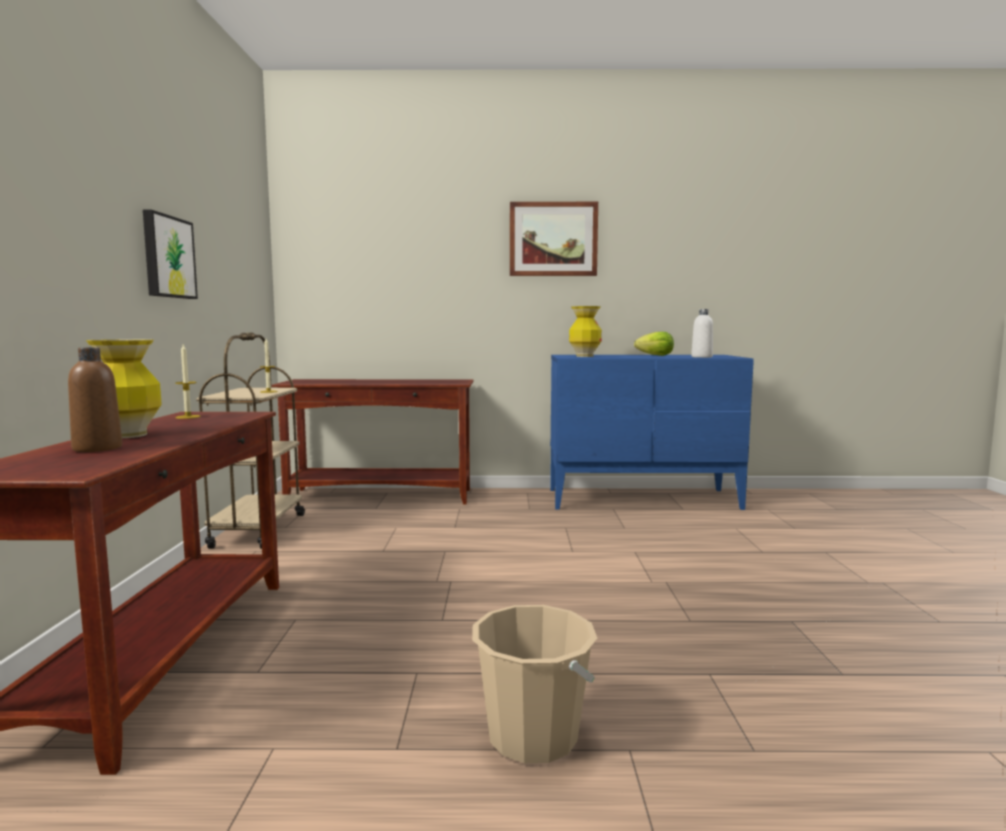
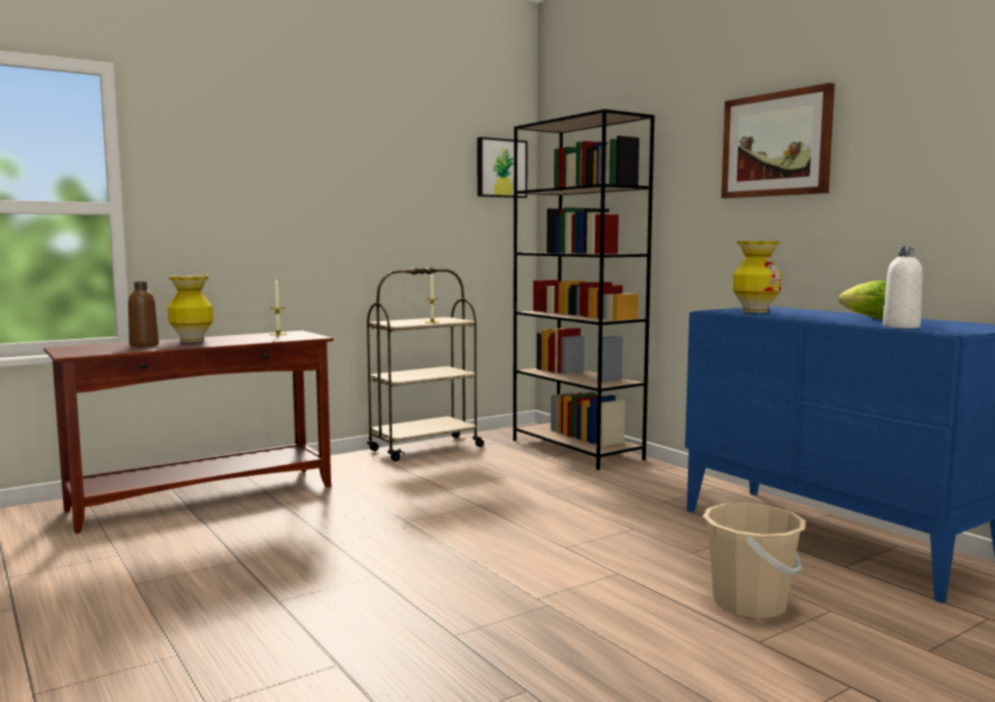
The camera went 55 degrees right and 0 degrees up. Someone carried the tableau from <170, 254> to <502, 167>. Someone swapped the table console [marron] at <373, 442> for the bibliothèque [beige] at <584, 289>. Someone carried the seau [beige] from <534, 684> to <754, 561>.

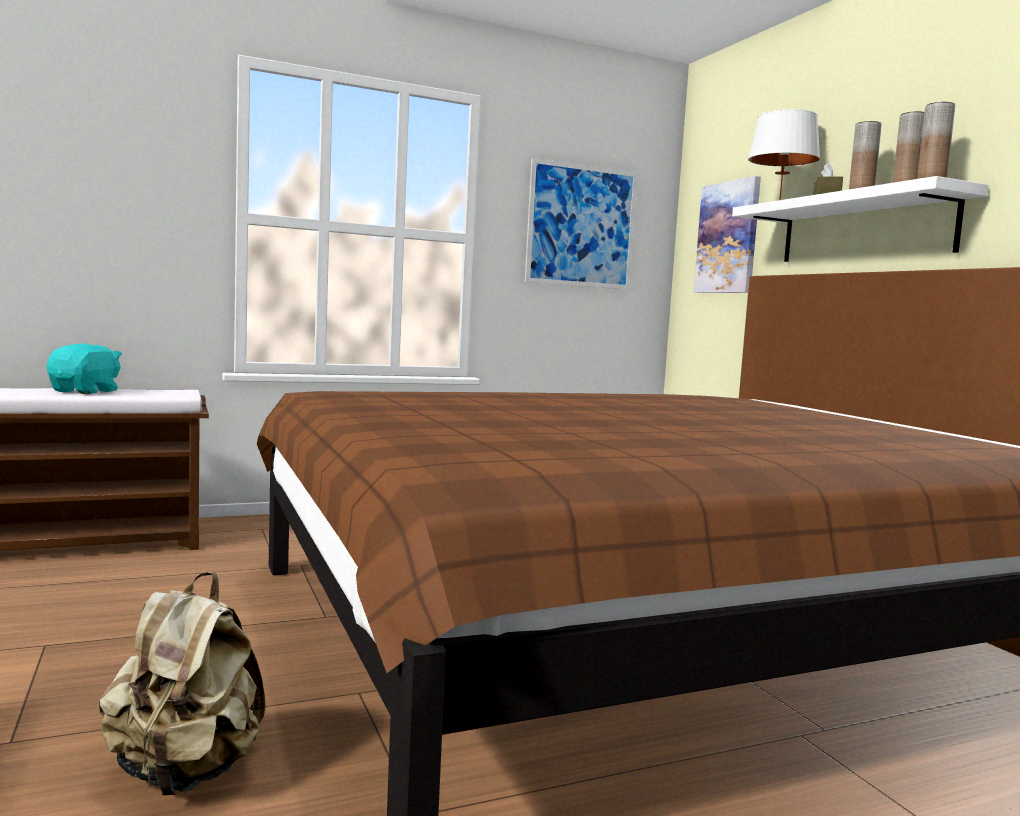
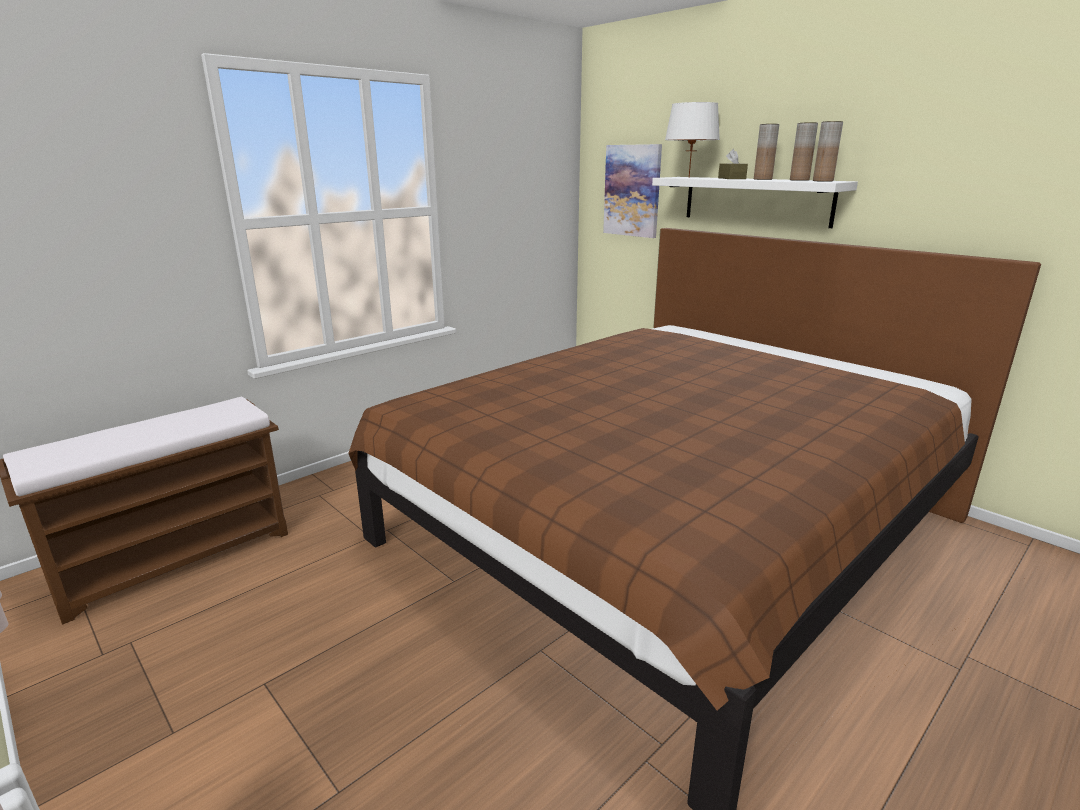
The camera went 20 degrees left and 15 degrees up. Someone took away the tableau at <581, 224>. Someone took away the peluche [turquoise] at <84, 368>. Someone took away the sac à dos [beige] at <182, 684>.

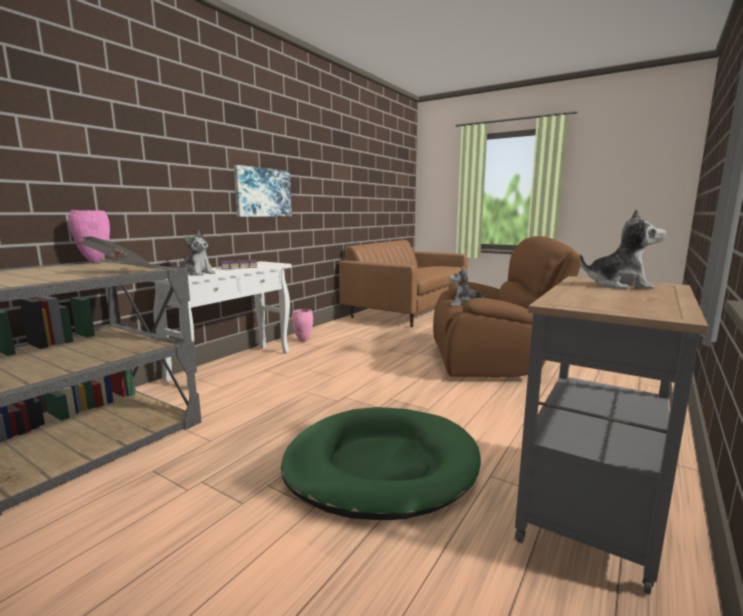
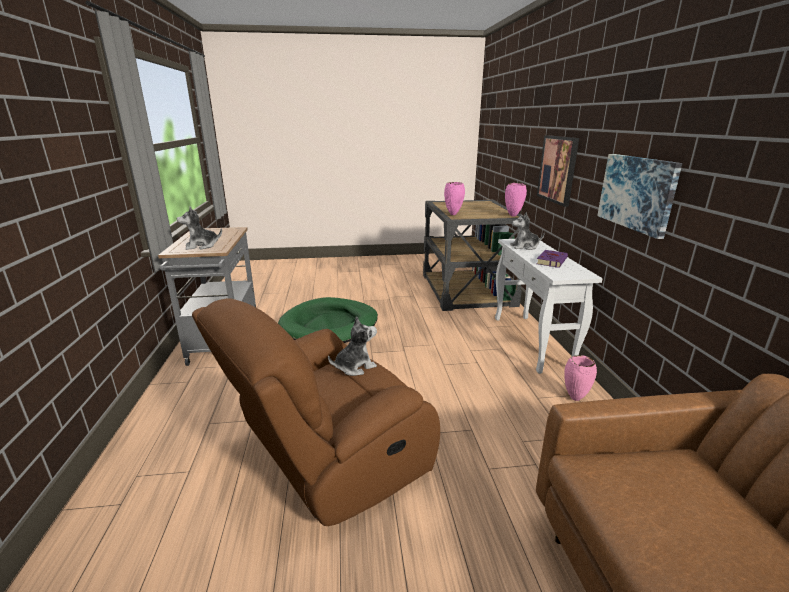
The camera went 140 degrees right and 10 degrees up. Someone swapped the journal at <119, 252> for the vase [rose] at <454, 198>. Someone put up the tableau at <558, 171>.

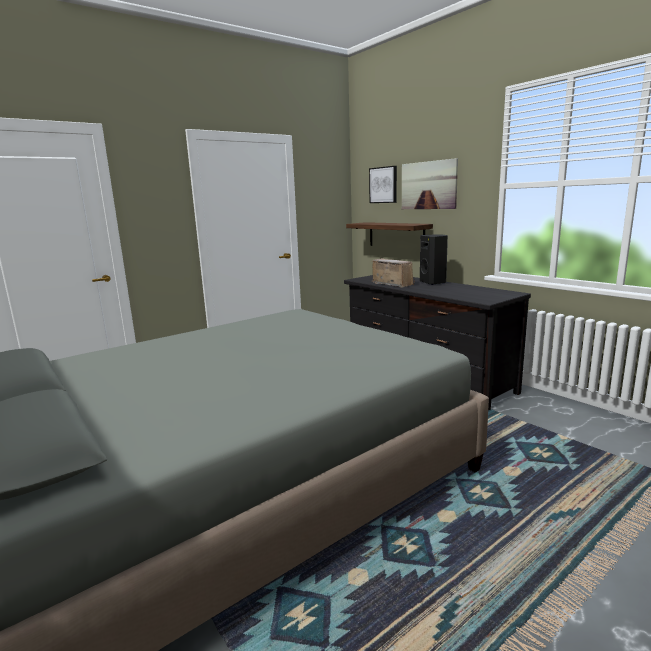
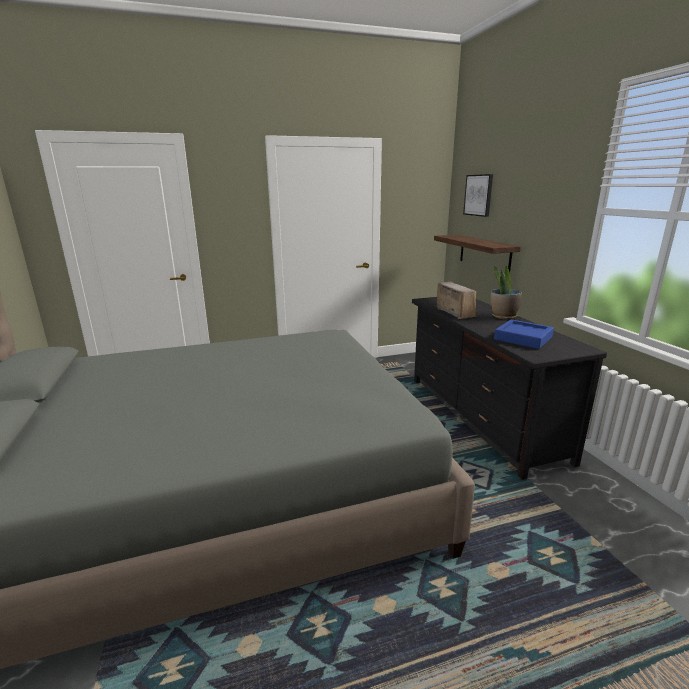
The camera went 20 degrees right and 5 degrees up. Someone took away the tableau at <430, 183>. Someone swapped the enceinte [noir] at <434, 259> for the plante en pot at <506, 292>. Someone put down the plateau [bleu] at <524, 334>.

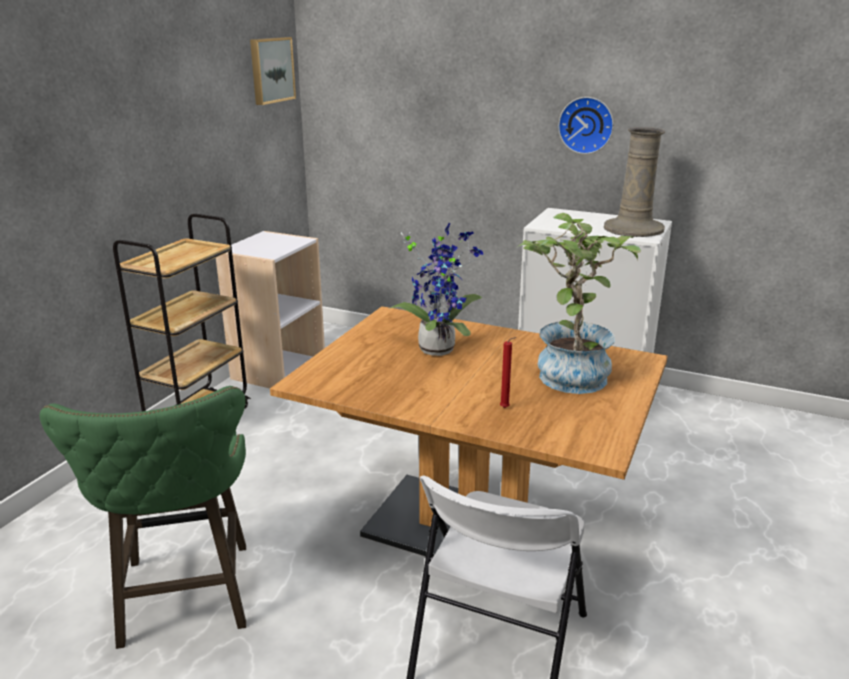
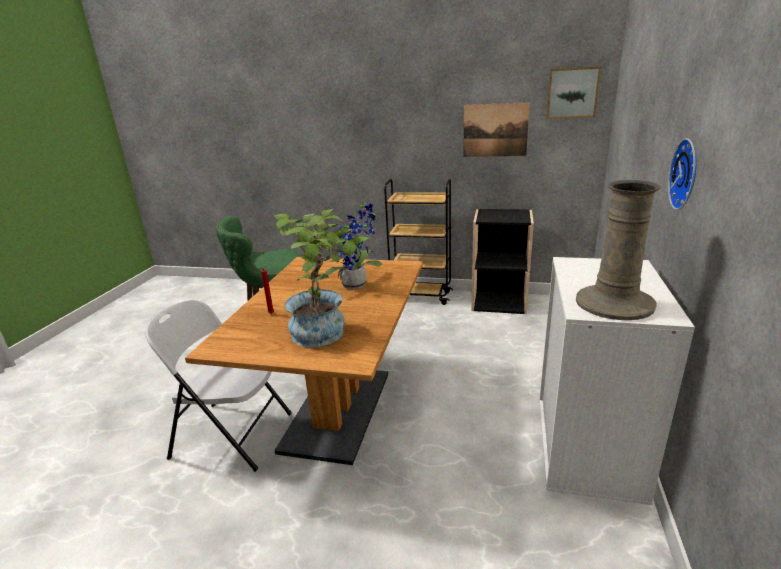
The camera went 80 degrees right and 0 degrees up. Someone repainted the bibliothèque [blanc] at <270, 309>, which became the bibliothèque [noir] at <502, 261>. Someone put up the tableau at <496, 129>.

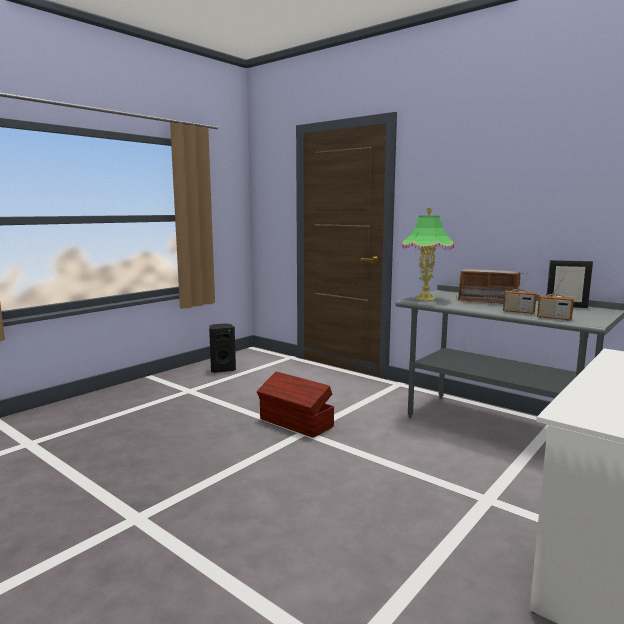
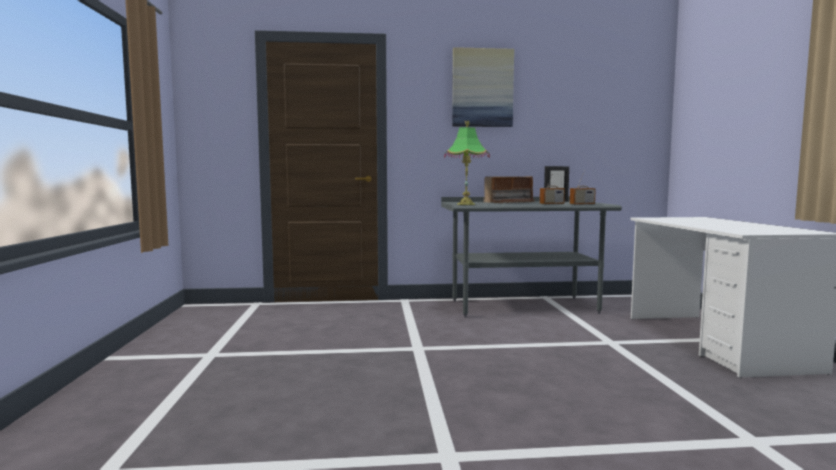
The camera went 45 degrees left and 5 degrees down. Someone took away the enceinte [noir] at <222, 348>. Someone took away the boîte de rangement [marron] at <295, 405>. Someone put up the tableau at <483, 87>.

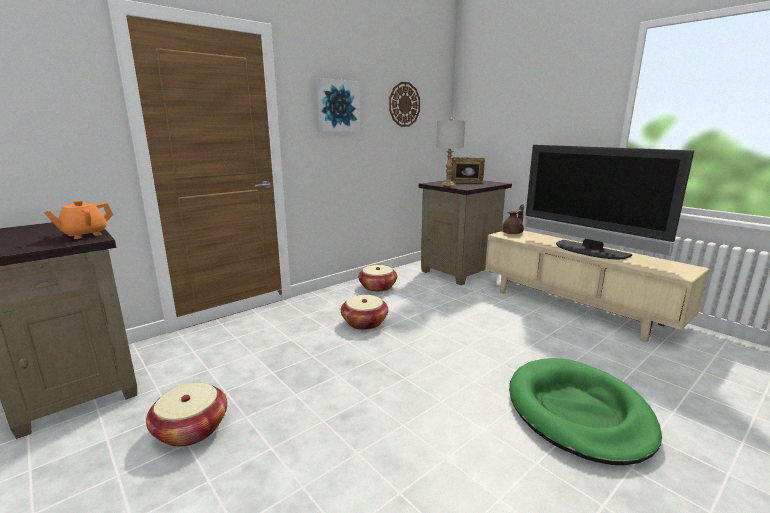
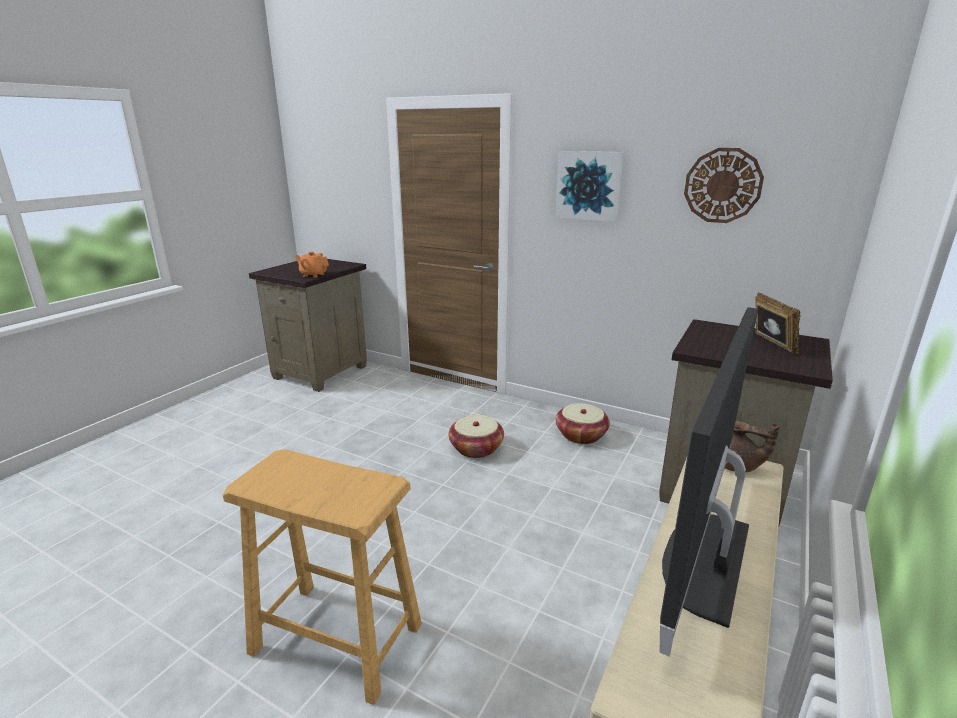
The camera went 70 degrees right and 5 degrees up. Someone took away the lampe de table [gris] at <450, 152>. Someone swapped the panier pour chien [vert] at <585, 411> for the tabouret [beige] at <322, 577>. Someone took away the panier at <186, 415>.

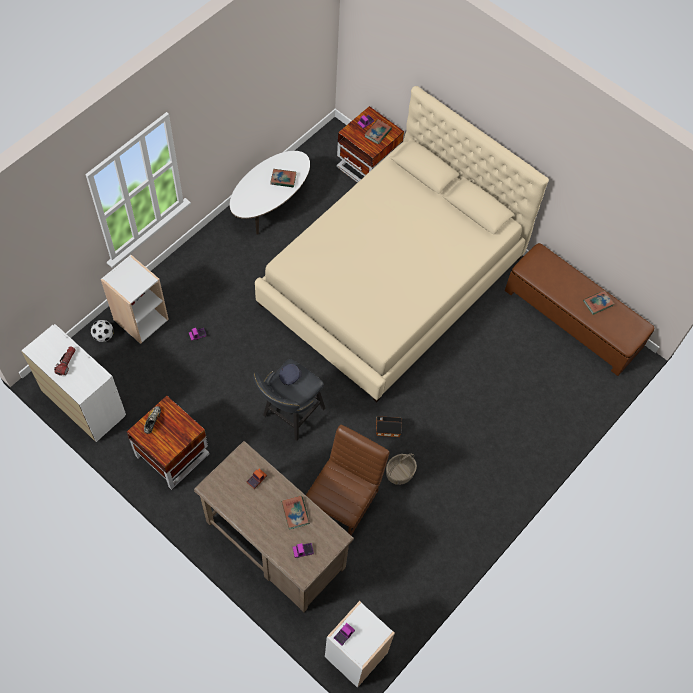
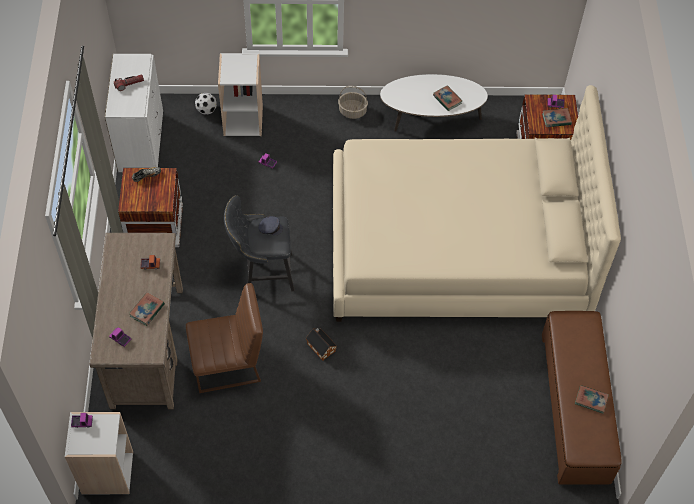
The camera went 50 degrees right and 5 degrees down. Someone carried the panier from <401, 469> to <353, 102>.

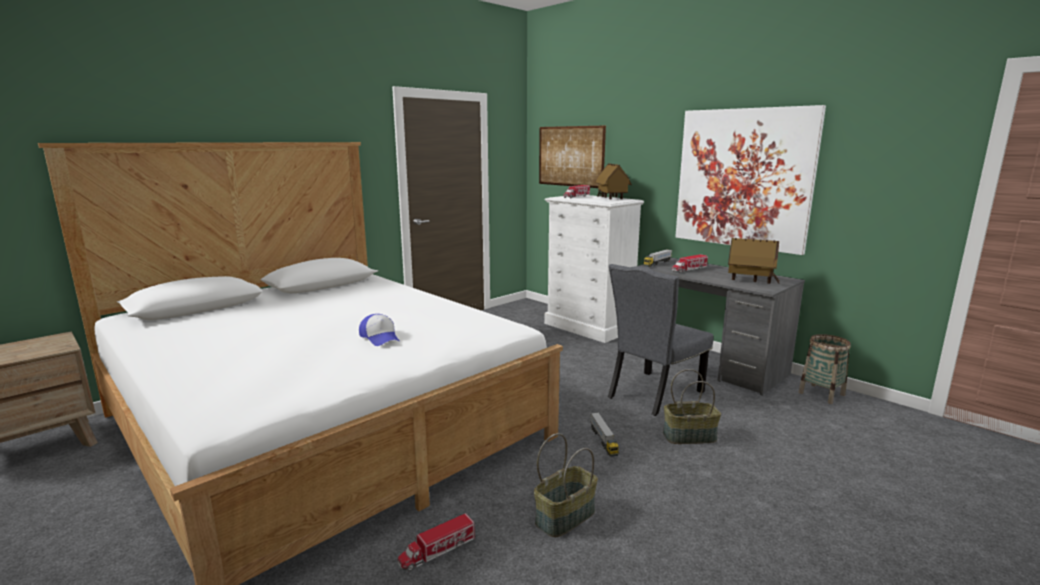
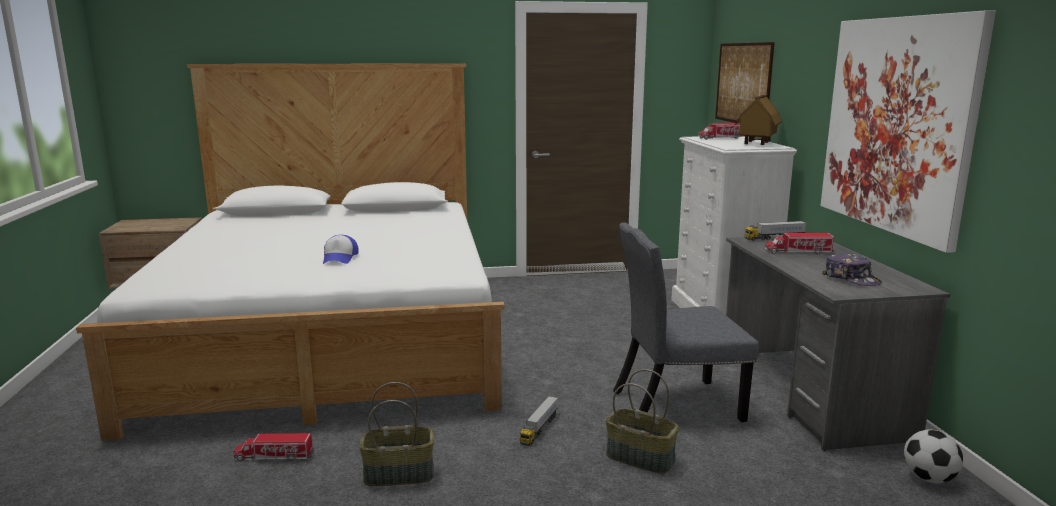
The camera went 35 degrees right and 0 degrees up. Someone swapped the maison miniature at <754, 261> for the casquette at <852, 269>. Someone swapped the panier at <824, 369> for the ballon de foot at <933, 456>.

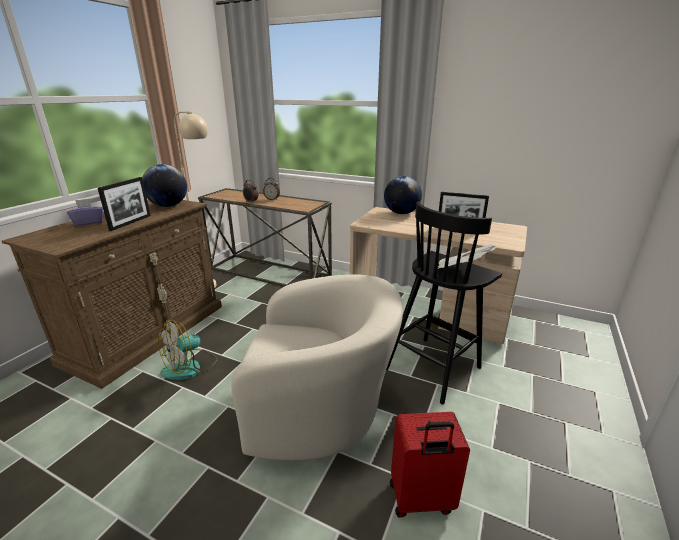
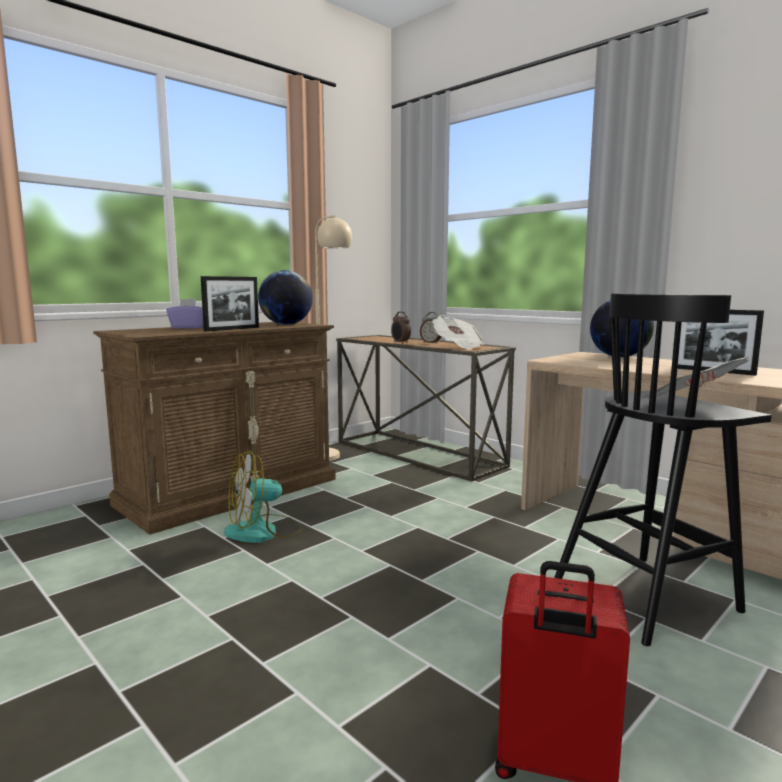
The camera went 20 degrees right and 15 degrees down. Someone took away the fauteuil [beige] at <317, 367>. Someone put down the journal at <458, 332>.

